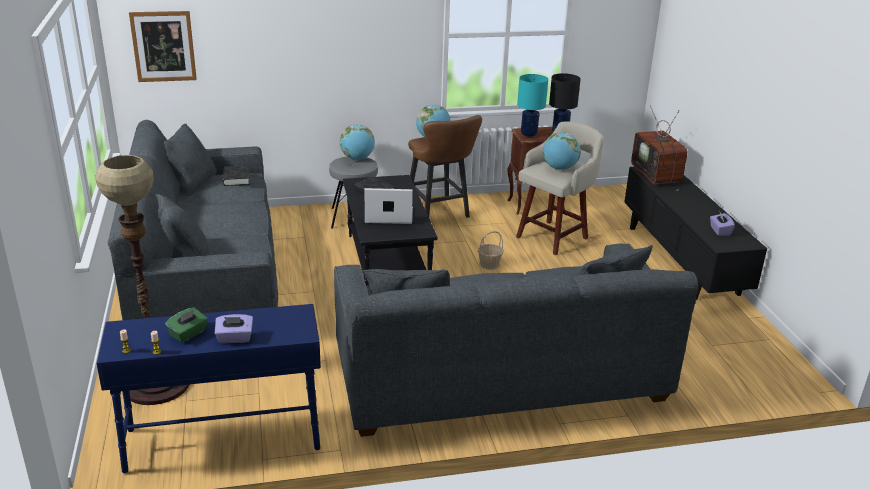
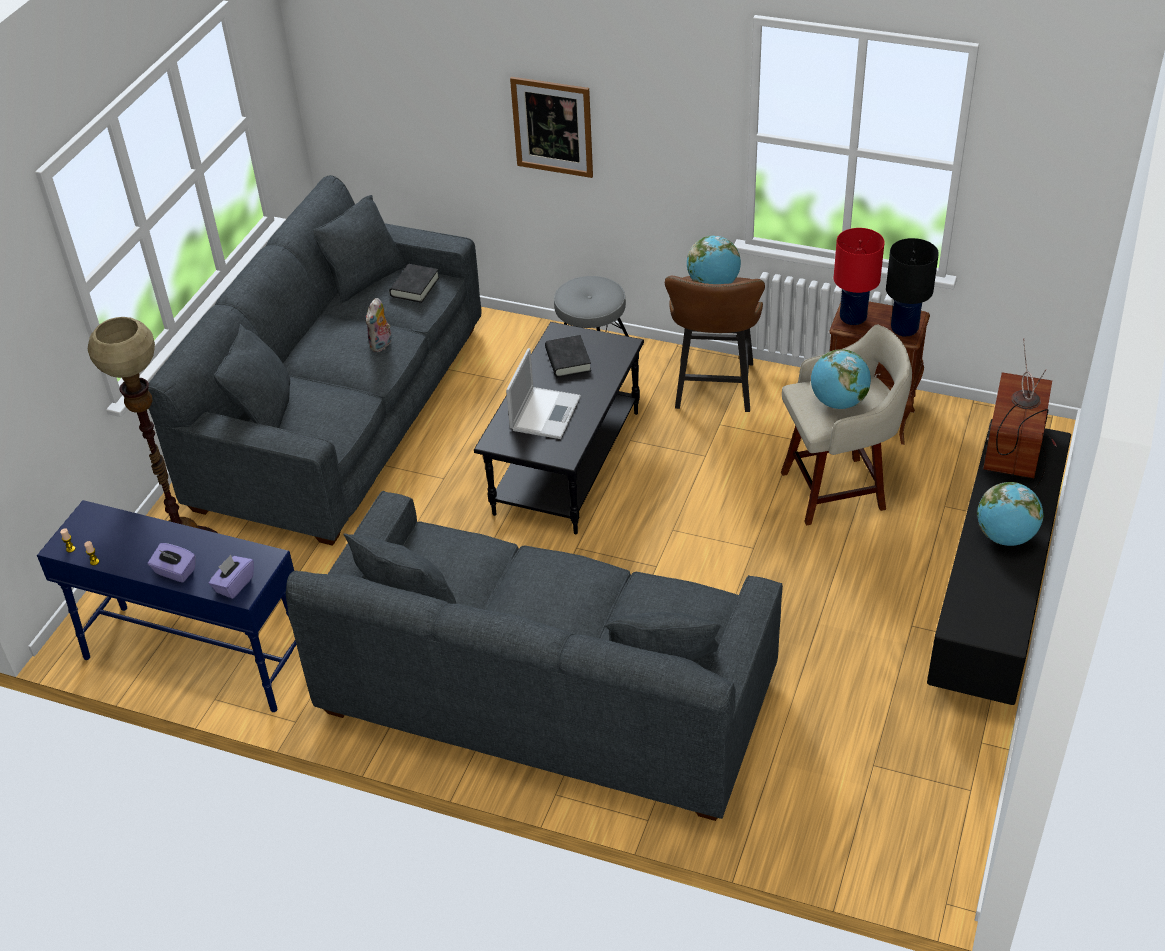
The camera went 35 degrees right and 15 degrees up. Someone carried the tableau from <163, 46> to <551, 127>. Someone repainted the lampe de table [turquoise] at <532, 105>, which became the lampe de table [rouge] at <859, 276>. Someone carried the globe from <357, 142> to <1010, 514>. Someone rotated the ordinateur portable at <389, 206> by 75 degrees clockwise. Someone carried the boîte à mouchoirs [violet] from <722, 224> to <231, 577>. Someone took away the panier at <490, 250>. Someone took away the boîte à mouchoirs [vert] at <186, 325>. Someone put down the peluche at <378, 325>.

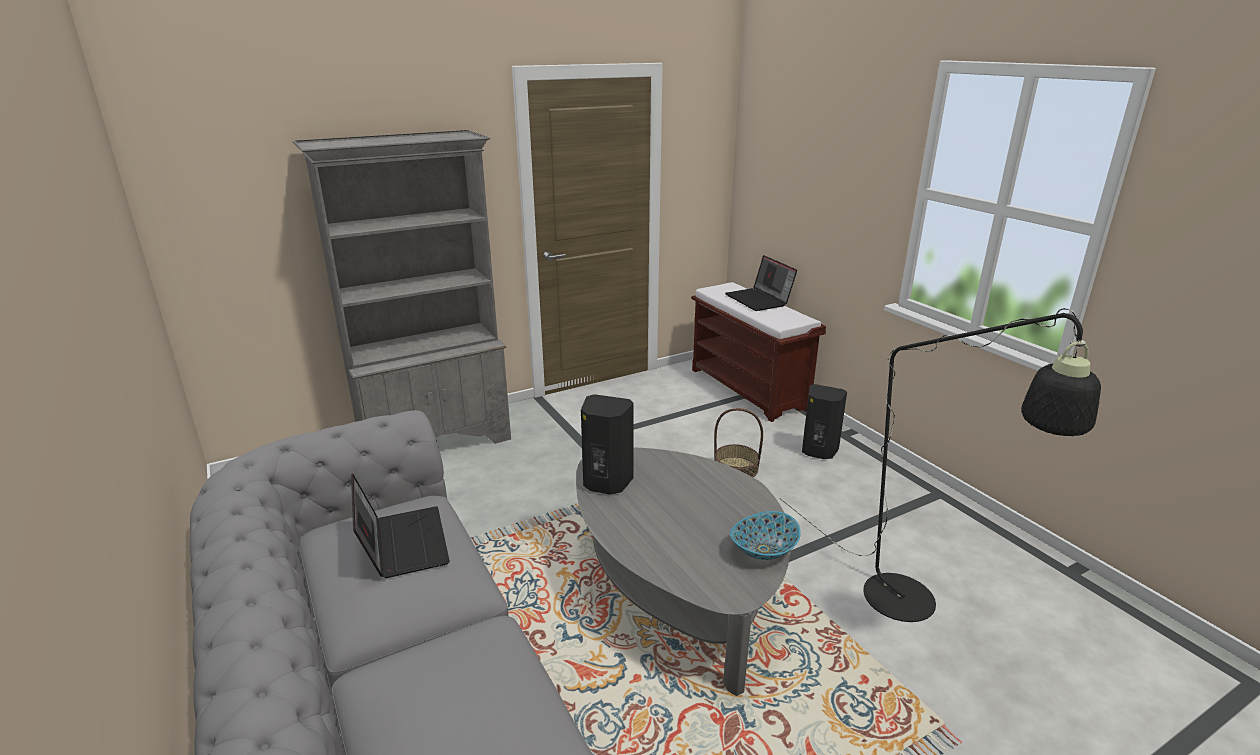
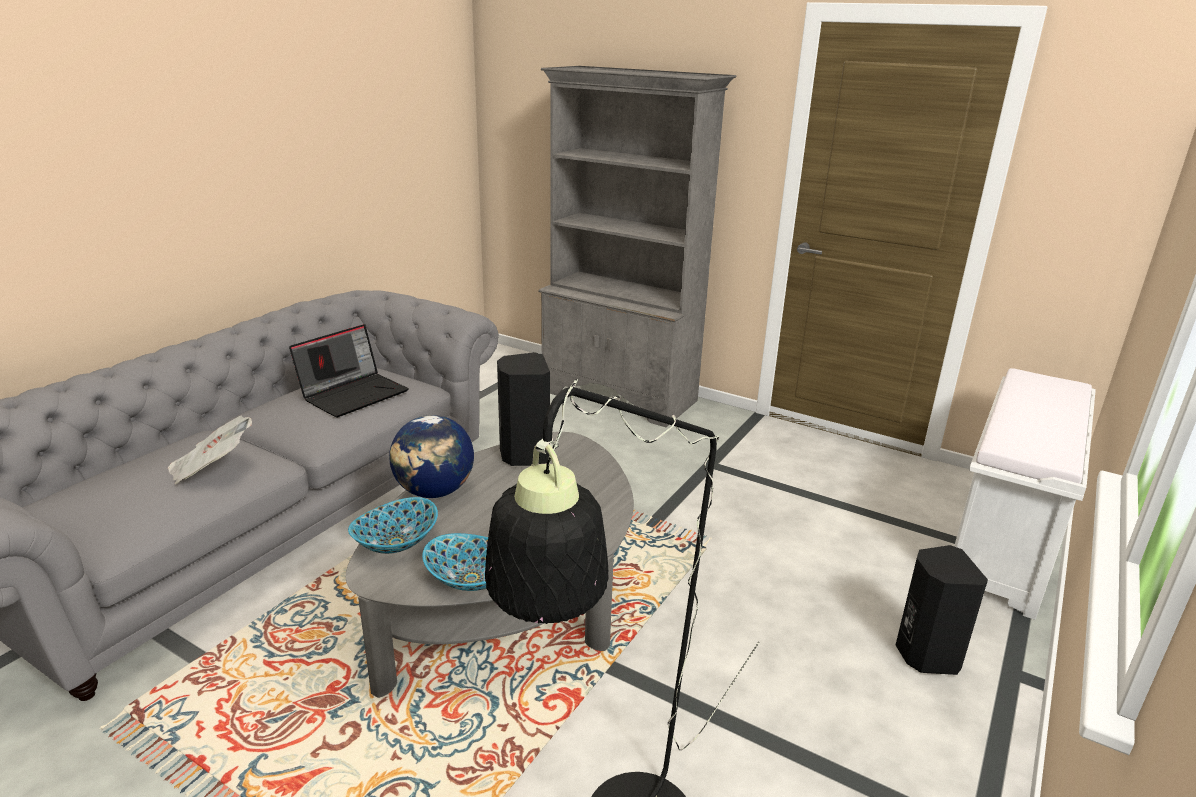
The camera went 60 degrees right and 0 degrees up. Someone took away the ordinateur portable at <761, 283>. Someone repainted the banc [marron] at <758, 352>, which became the banc [blanc] at <1025, 494>. Someone took away the panier at <738, 442>. Someone put down the journal at <210, 449>. Someone put down the globe at <431, 456>. Someone put down the bol at <393, 525>.

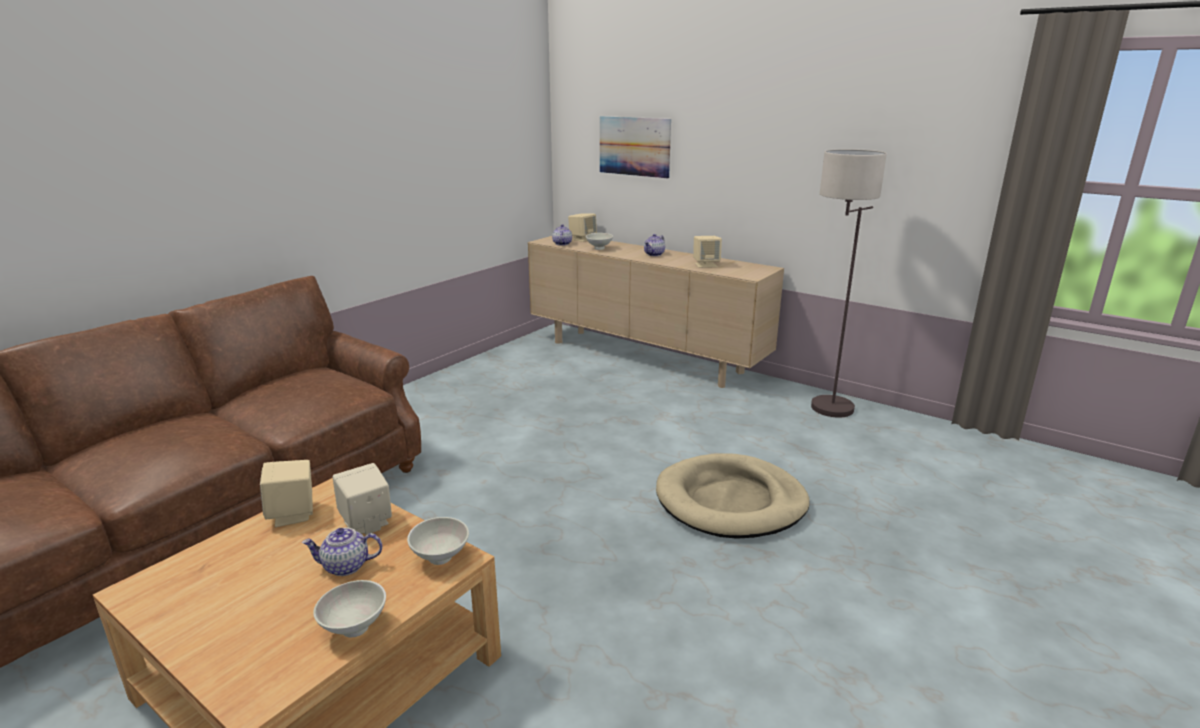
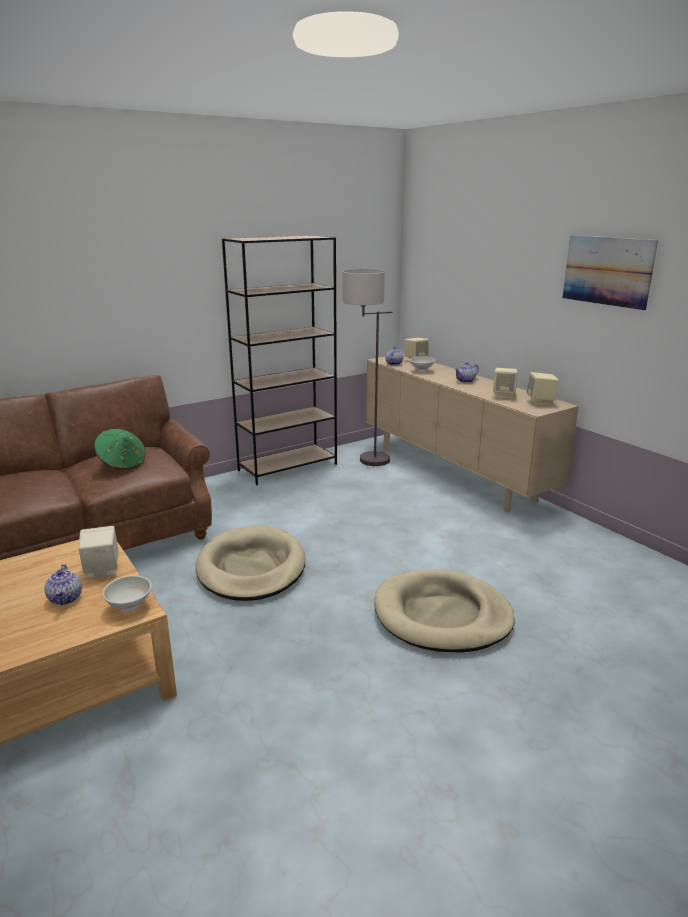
The camera went 20 degrees right and 0 degrees up. Someone carried the tableau from <635, 147> to <610, 272>. Someone carried the lampadaire [gris] from <849, 283> to <367, 367>. Someone carried the enceinte [beige] from <286, 493> to <543, 388>. Someone rotated the théière at <342, 552> by 120 degrees counterclockwise. Someone took away the bol [blanc] at <349, 609>. Someone put down the bibliothèque [beige] at <279, 360>. Someone put down the chapeau [vert] at <120, 449>. Someone put down the panier pour chien [beige] at <250, 563>.

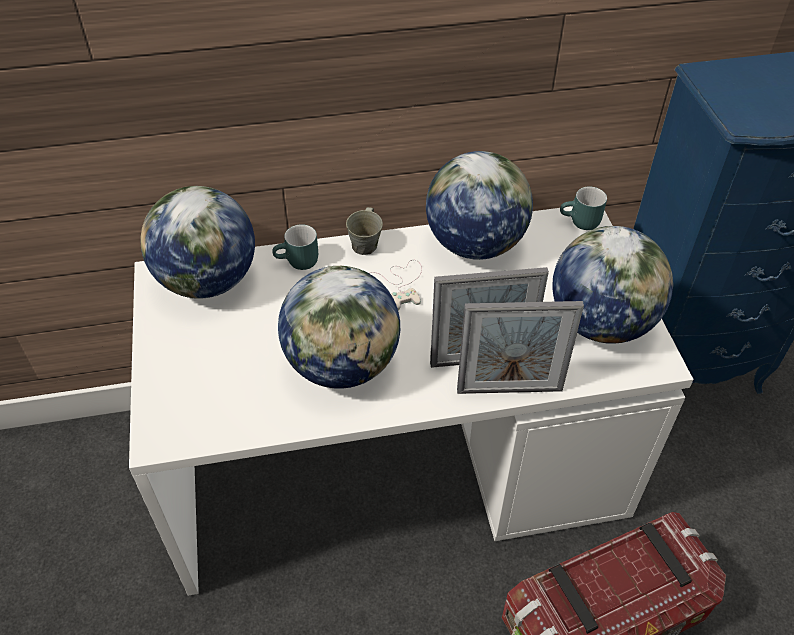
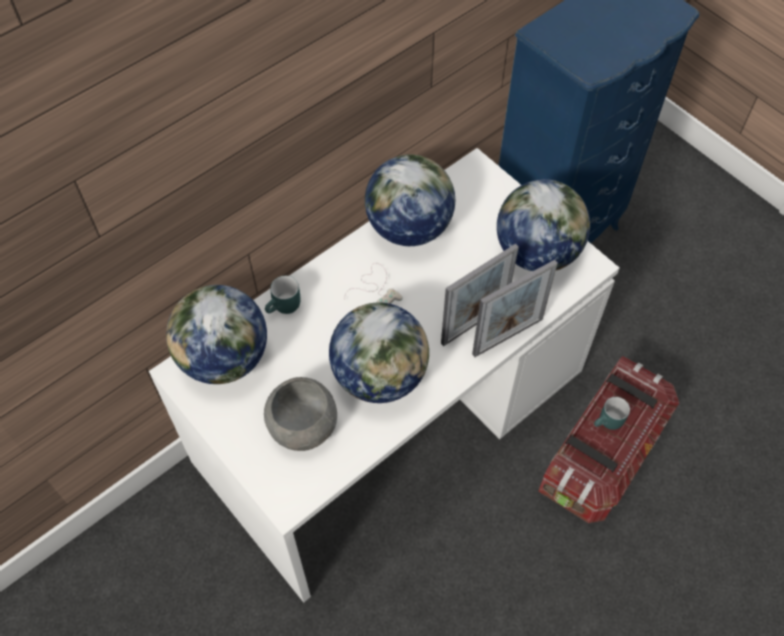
The camera went 30 degrees left and 10 degrees up. Someone carried the mug [turquoise] from <583, 208> to <612, 413>. Someone took away the mug [gris] at <364, 231>. Someone put down the bol [gris] at <300, 414>.

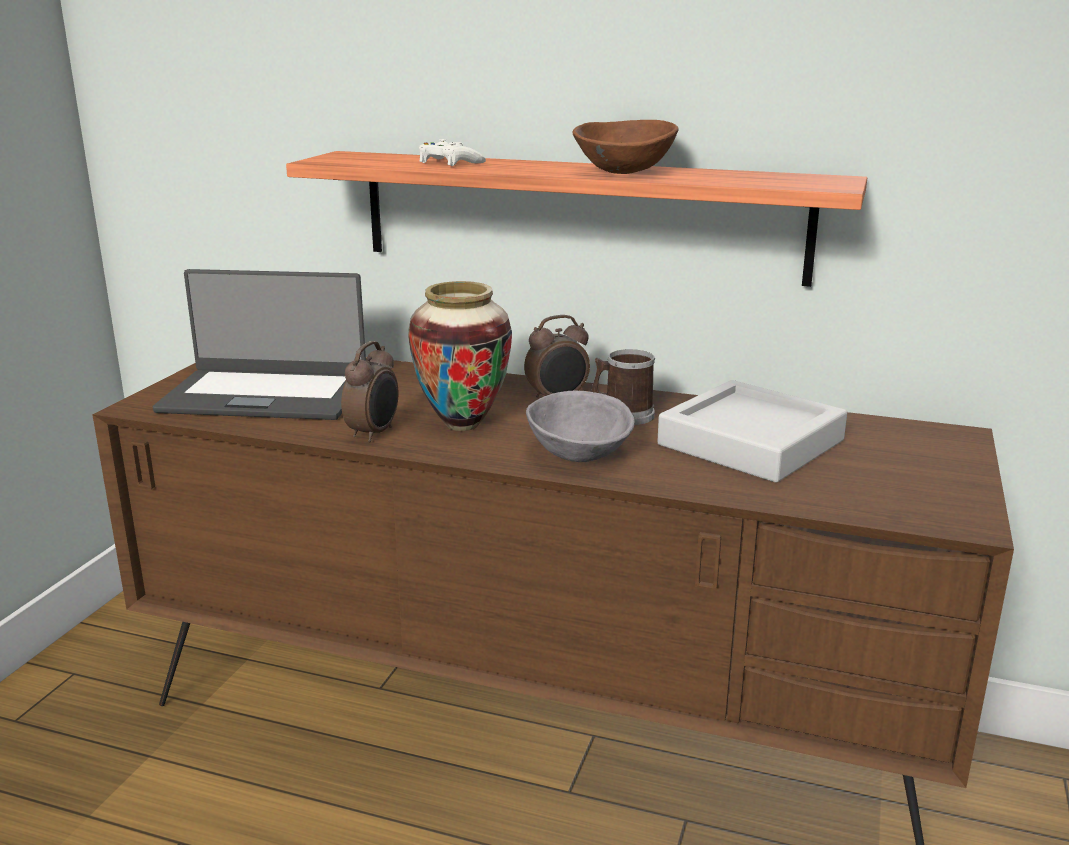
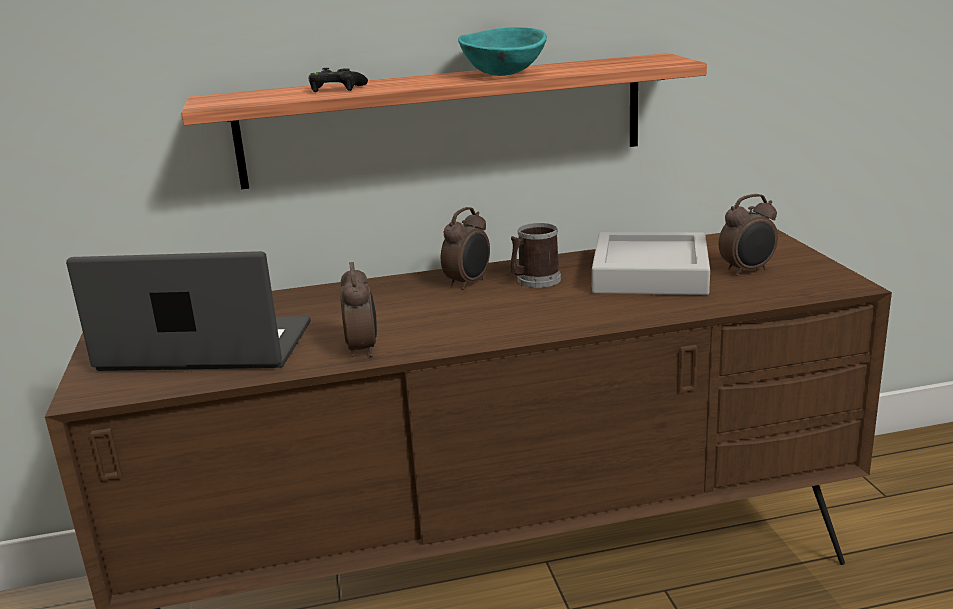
The camera went 30 degrees left and 0 degrees up. Someone repainted the bol [marron] at <626, 147>, which became the bol [turquoise] at <502, 51>. Someone repainted the manette [blanc] at <452, 152>, which became the manette [noir] at <338, 80>. Someone rotated the ordinateur portable at <259, 344> by 150 degrees counterclockwise. Someone took away the vase at <460, 356>. Someone took away the bol [gris] at <580, 426>. Someone put down the réveil at <748, 235>.

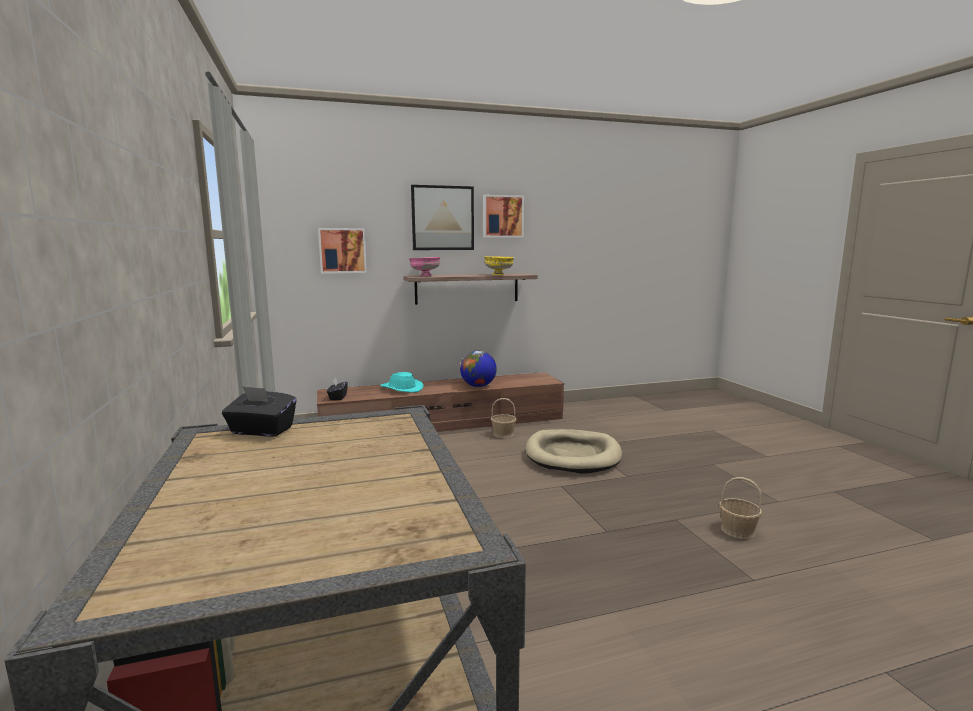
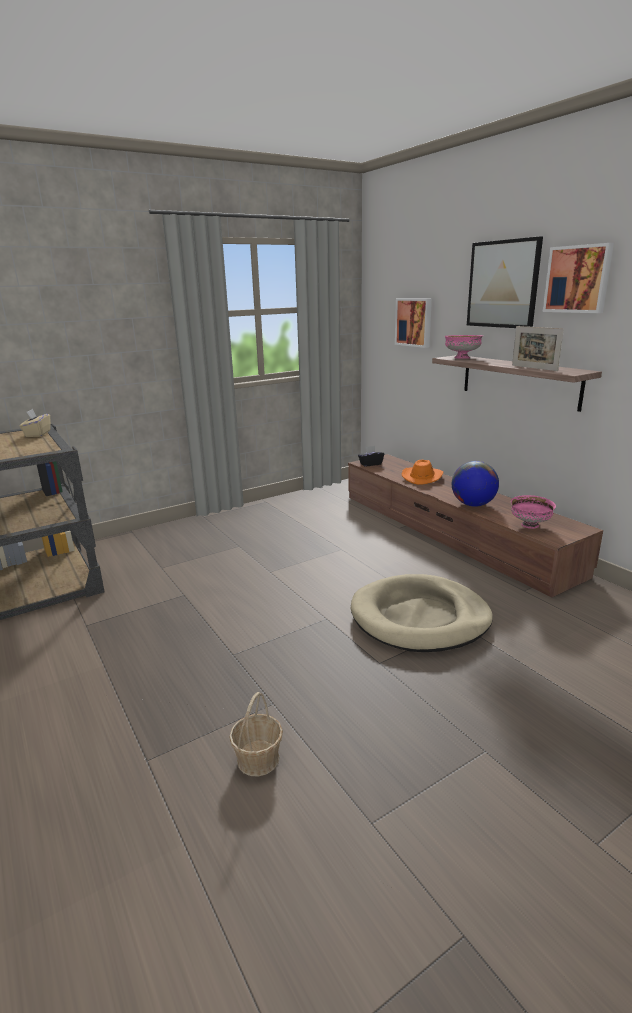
The camera went 75 degrees right and 10 degrees up. Someone swapped the bol [jaune] at <499, 265> for the cadre photo at <538, 348>. Someone repainted the chapeau [turquoise] at <402, 382>, which became the chapeau [orange] at <422, 472>. Someone repainted the boîte à mouchoirs [noir] at <259, 411>, which became the boîte à mouchoirs [beige] at <35, 423>. Someone took away the panier at <504, 418>. Someone put down the bol [rose] at <533, 512>.

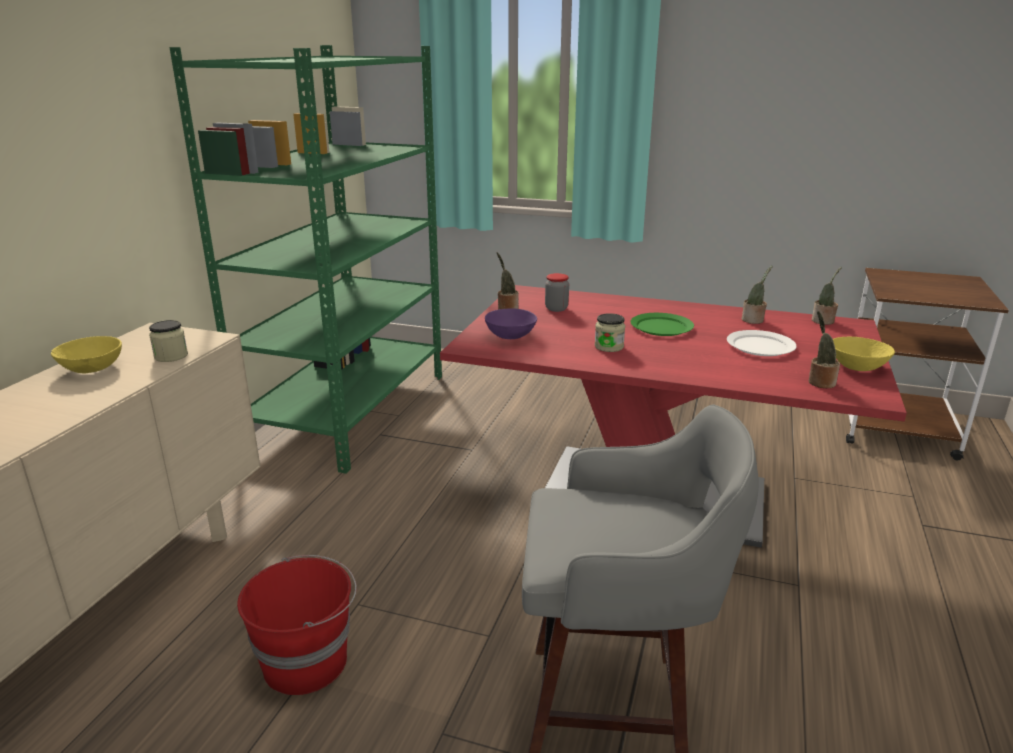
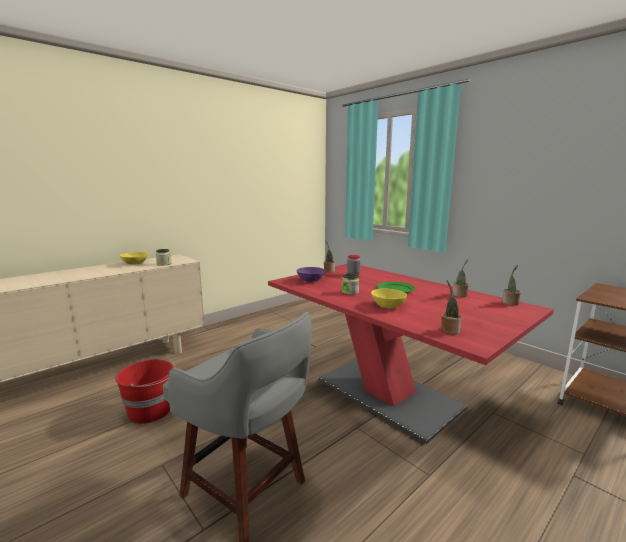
The camera went 30 degrees right and 10 degrees down. Someone took away the bibliothèque [vert] at <306, 259>. Someone took away the assiette [blanc] at <761, 343>. Someone carried the bol [jaune] from <864, 354> to <389, 298>.

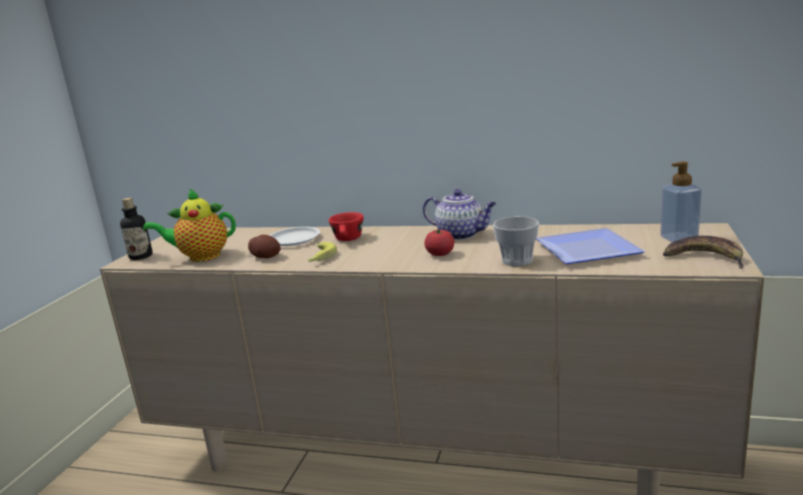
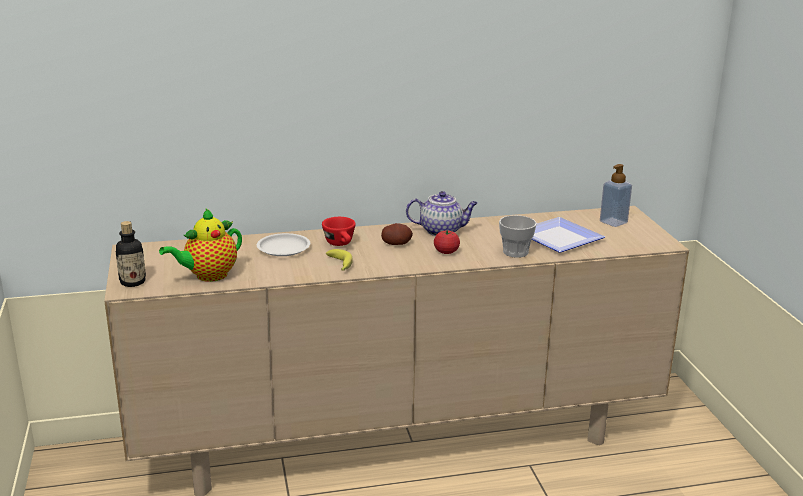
The camera went 30 degrees left and 5 degrees up. Someone carried the pomme de terre from <264, 246> to <397, 234>. Someone took away the banane at <703, 252>.

